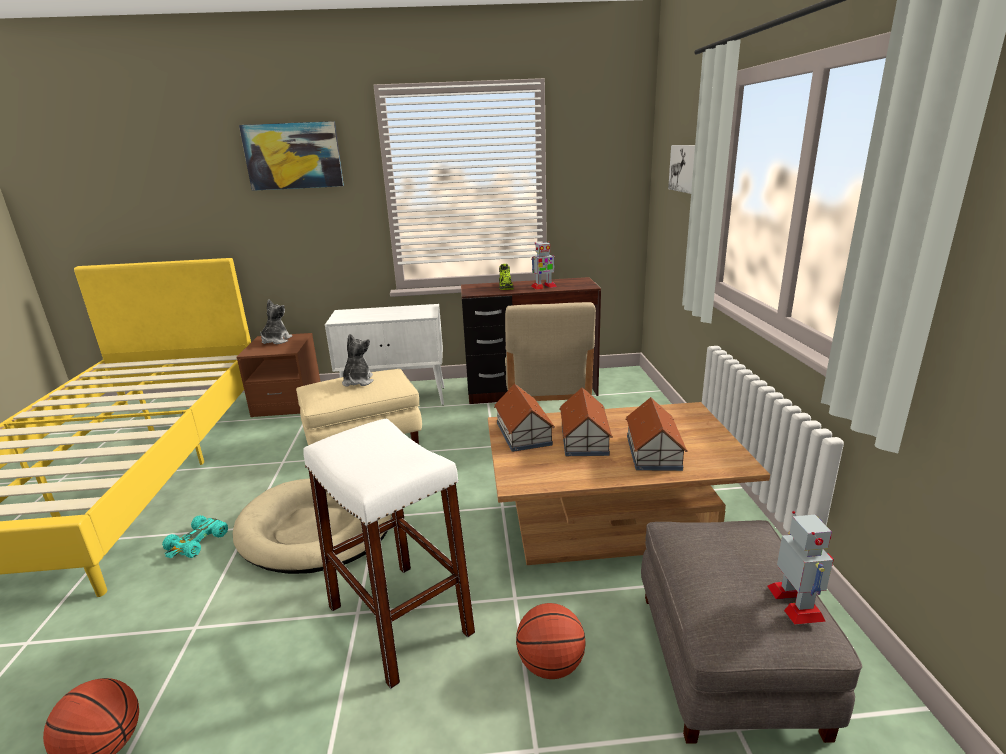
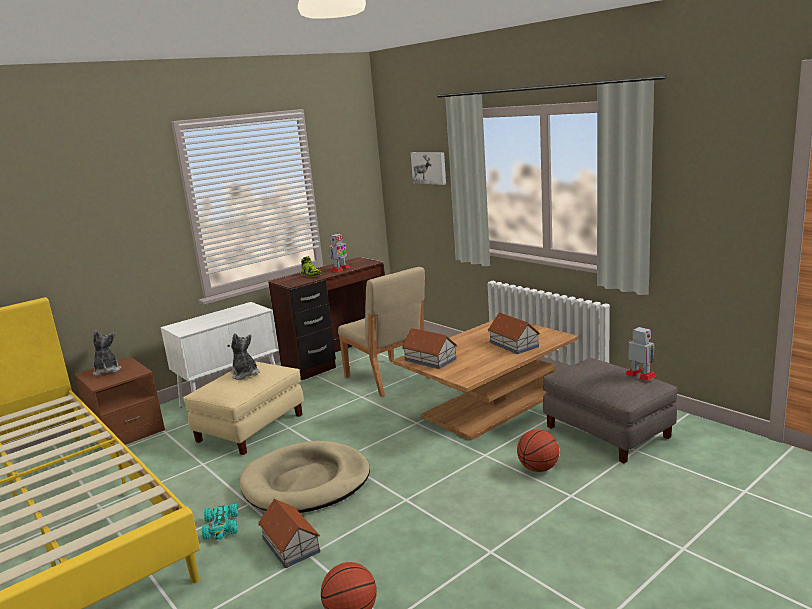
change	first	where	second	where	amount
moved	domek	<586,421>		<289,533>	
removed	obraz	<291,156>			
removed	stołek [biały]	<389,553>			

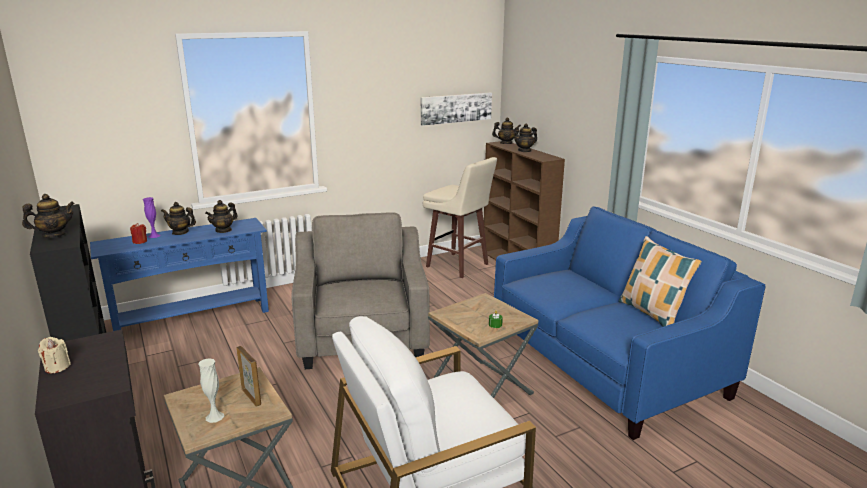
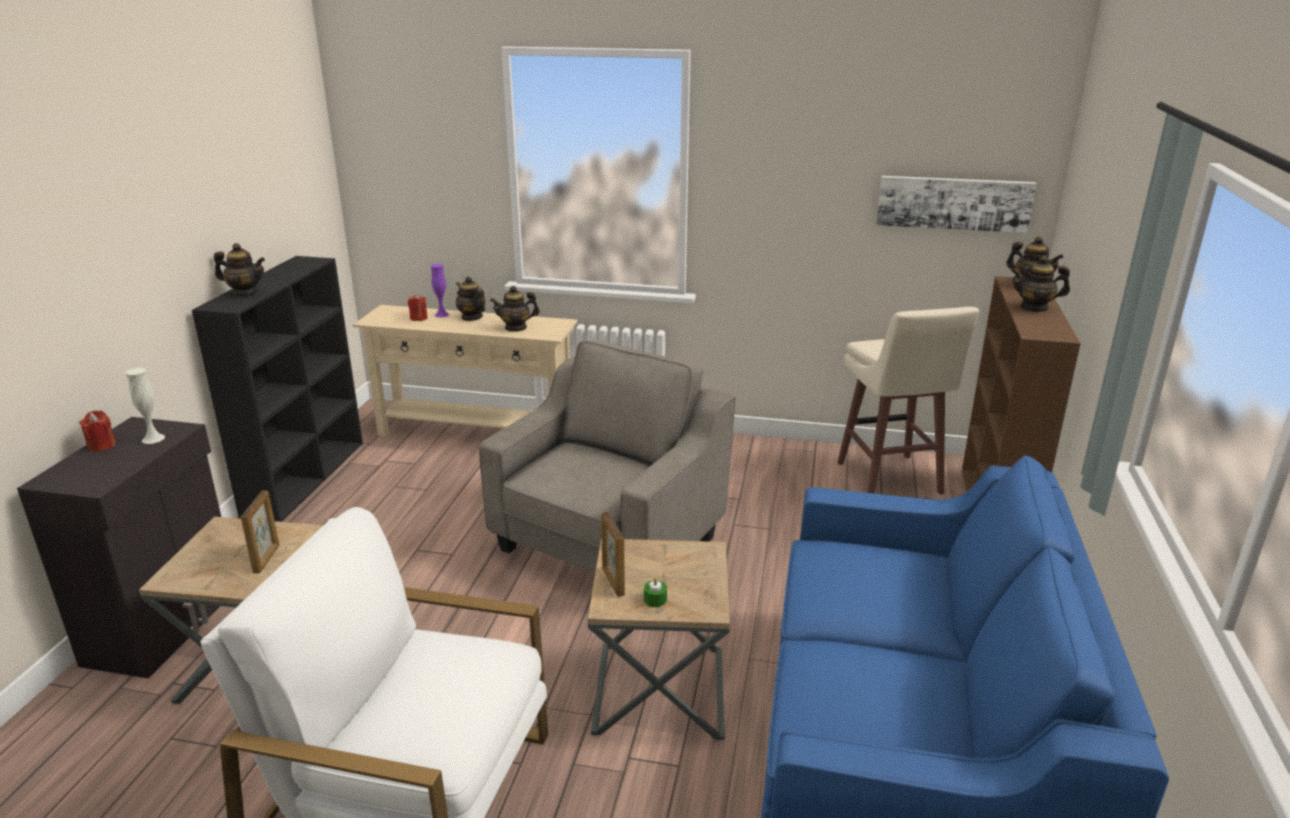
change	first	where	second	where	amount
recoloured	świeca [beżowy]	<54,355>	świeca [czerwony]	<97,431>	
moved	wazon [biały]	<211,390>		<145,406>	
recoloured	stolik konsolowy [niebieski]	<179,274>	stolik konsolowy [beżowy]	<465,370>	
added			ramka na zdjęcie	<613,554>	
removed	poduszka	<660,281>			

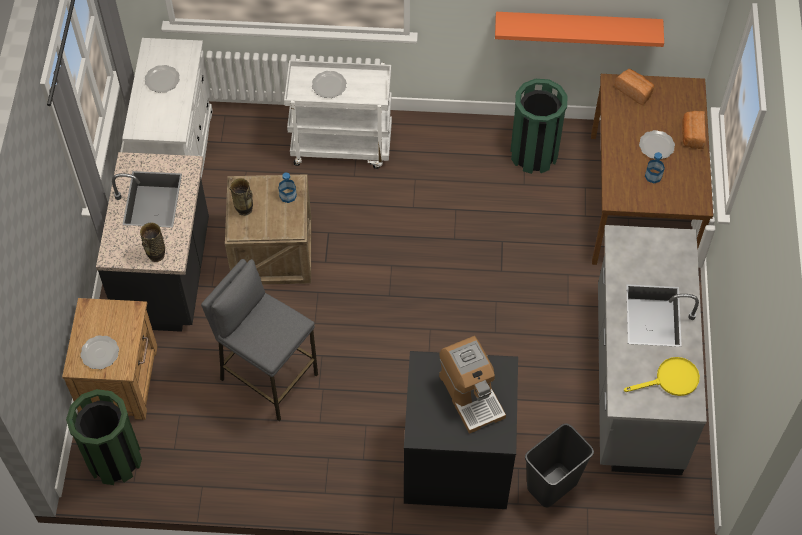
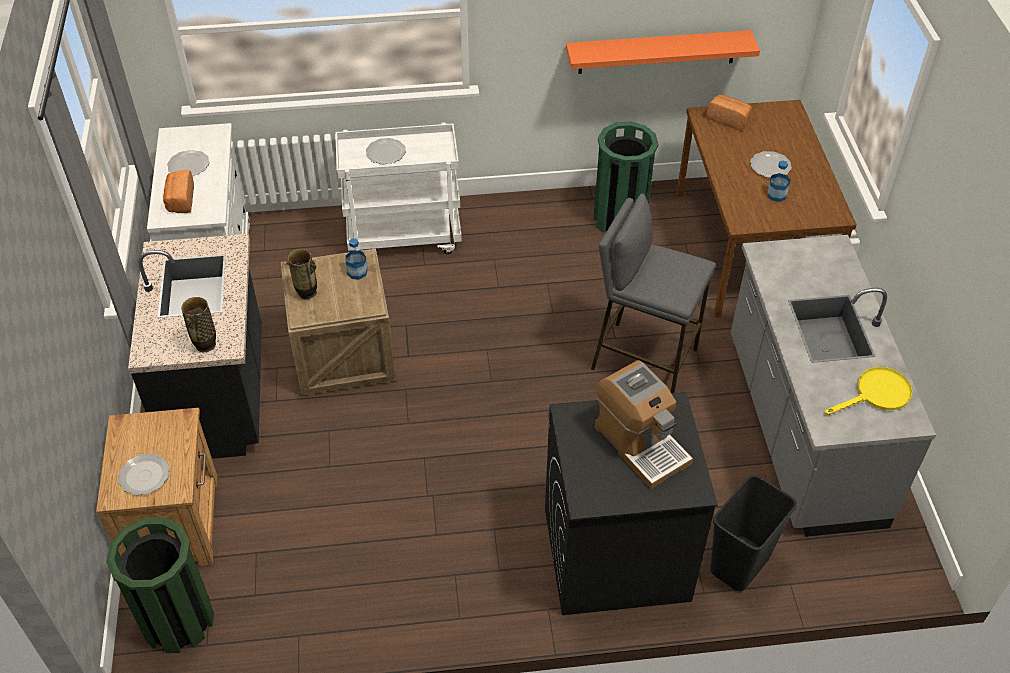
change	first	where	second	where	amount
moved	chleb	<694,130>		<178,191>	
moved	stołek [szary]	<259,340>		<653,293>	

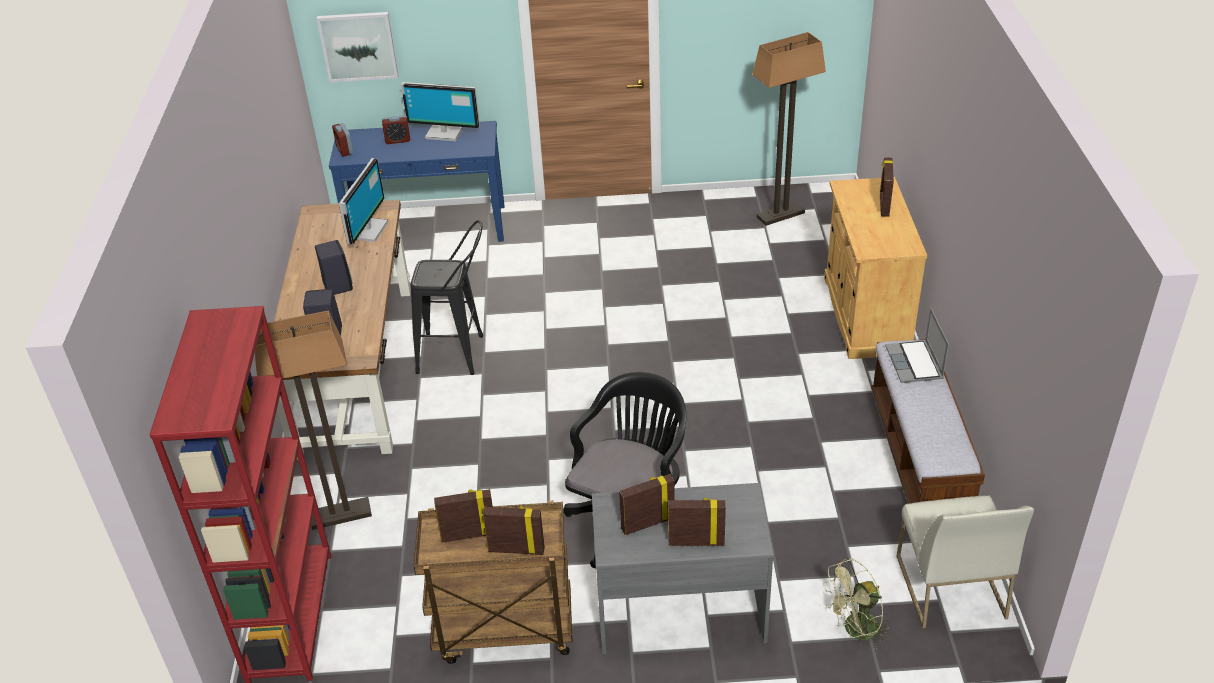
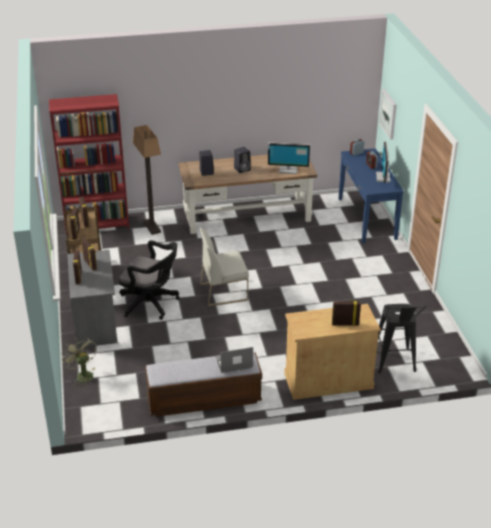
change	first	where	second	where	amount
moved	krzesło [biały]	<965,562>		<224,267>	
moved	stołek [czarny]	<447,297>		<402,339>	
removed	lampa stojąca	<789,129>			

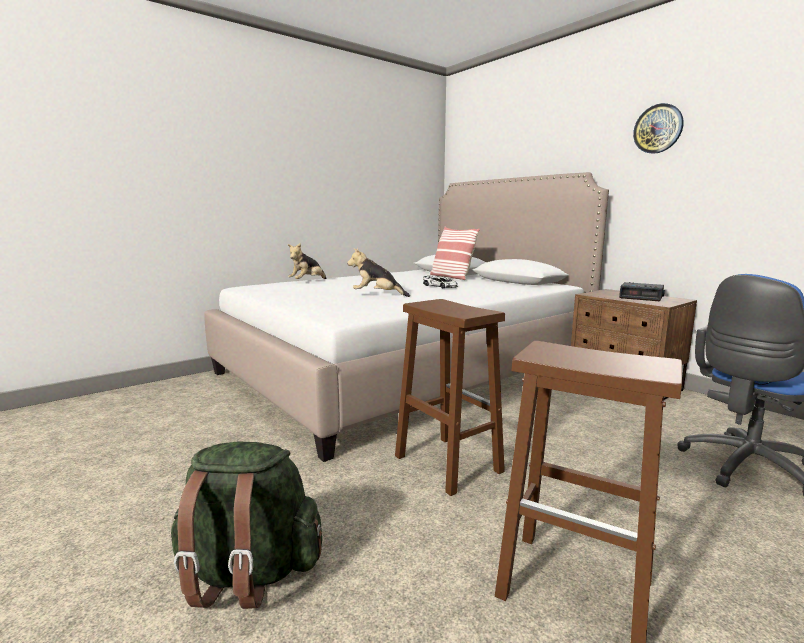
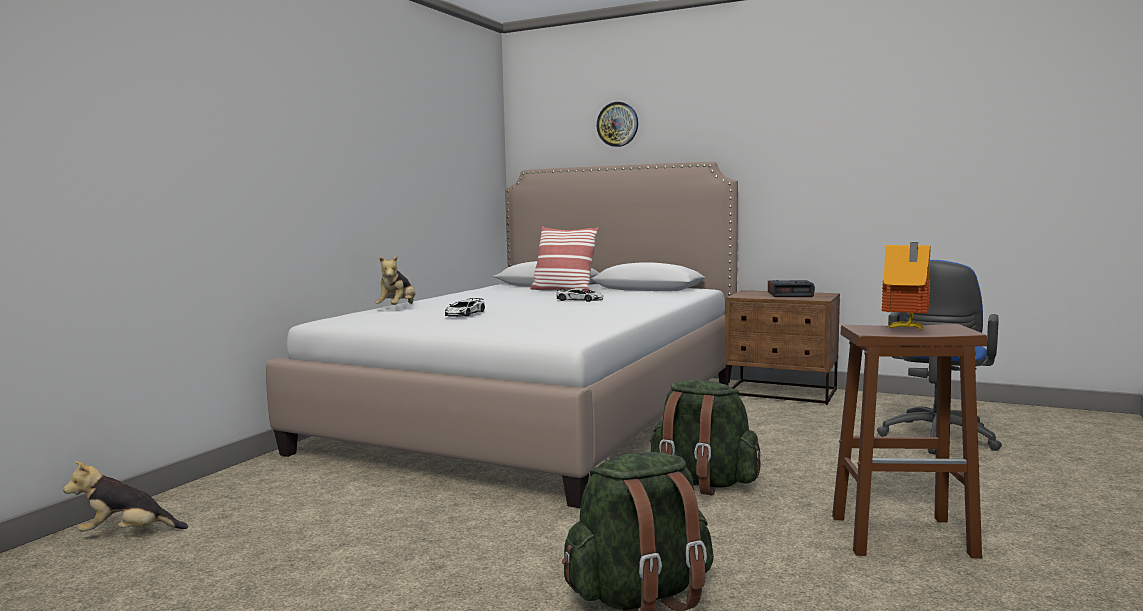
change	first	where	second	where	amount
moved	pluszak	<378,272>		<125,496>	
added			samochodzik	<465,307>	
moved	zegar ścienny	<658,128>		<617,124>	
replaced	stołek [brązowy]	<450,397>	plecak [zielony]	<705,437>	
added			domek	<906,286>	

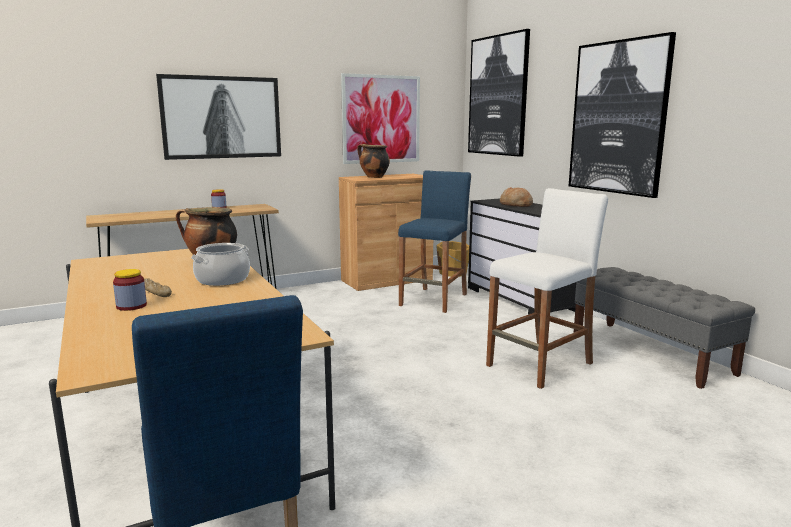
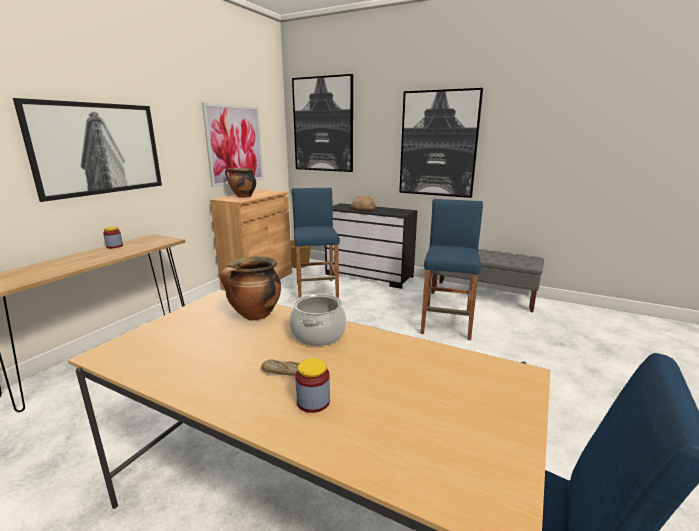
change	first	where	second	where	amount
recoloured	stołek [biały]	<547,288>	stołek [niebieski]	<452,269>	

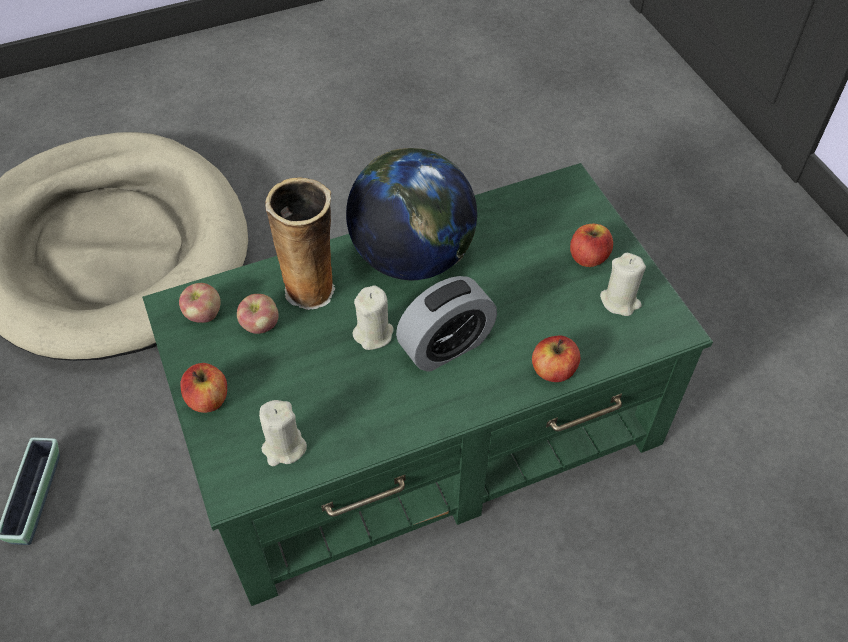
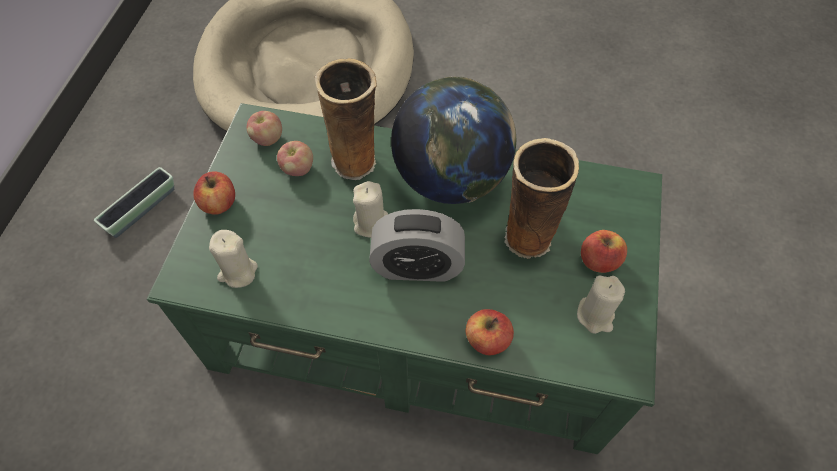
change	first	where	second	where	amount
added			wazon	<541,198>	

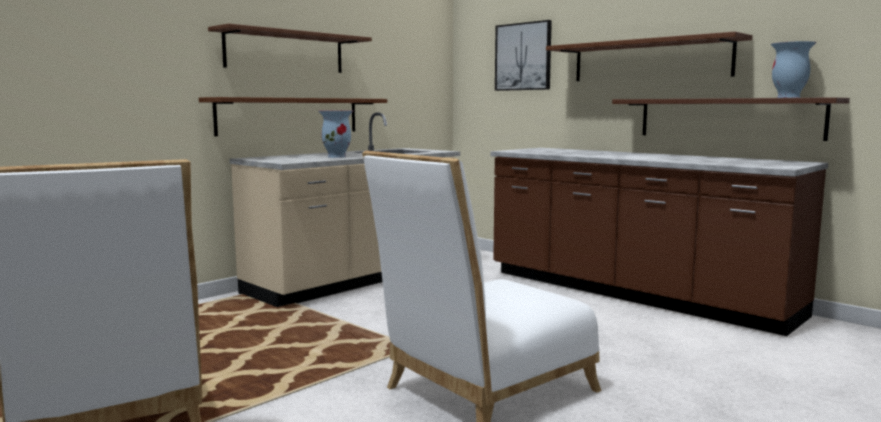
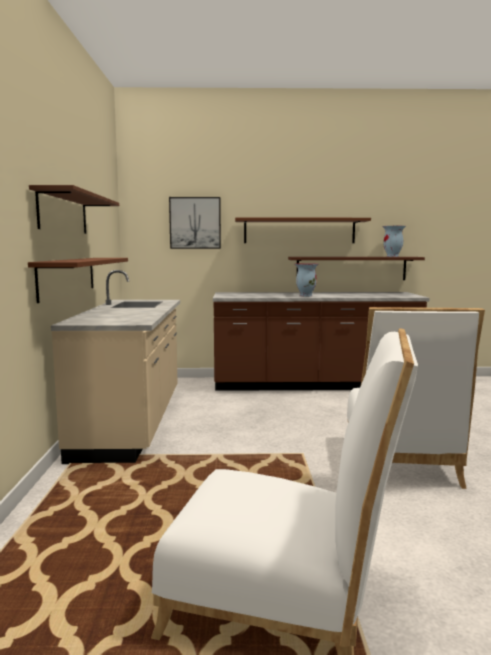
change	first	where	second	where	amount
moved	wazon	<335,134>		<307,279>	

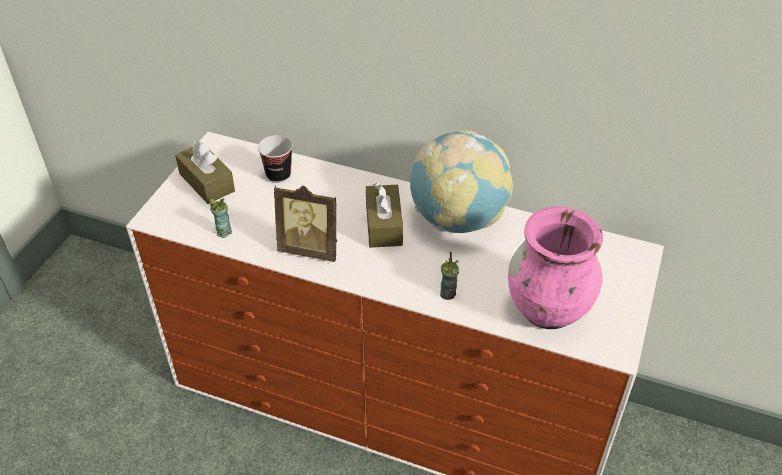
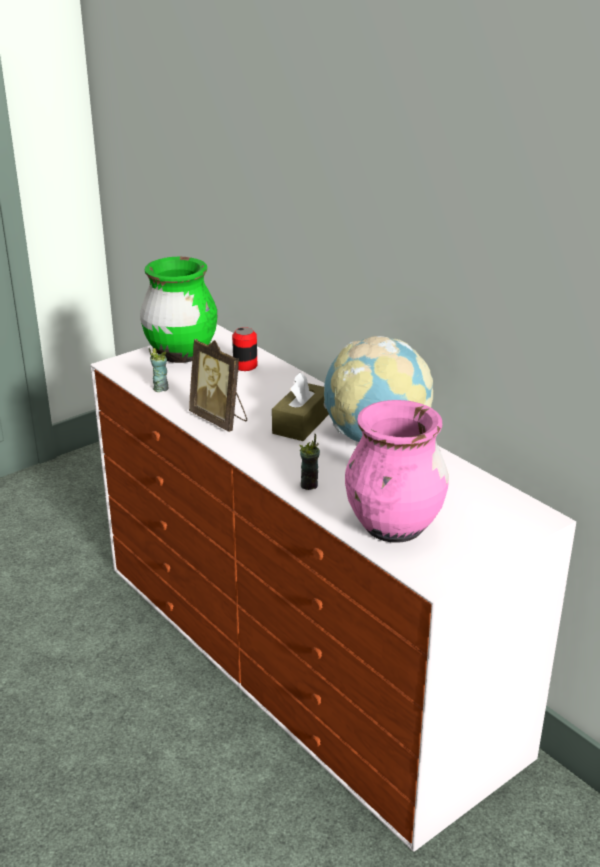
change	first	where	second	where	amount
replaced	pudełko chusteczek [brązowy]	<205,172>	wazon [zielony]	<178,310>	
replaced	filiżanka	<275,159>	puszka	<244,349>	

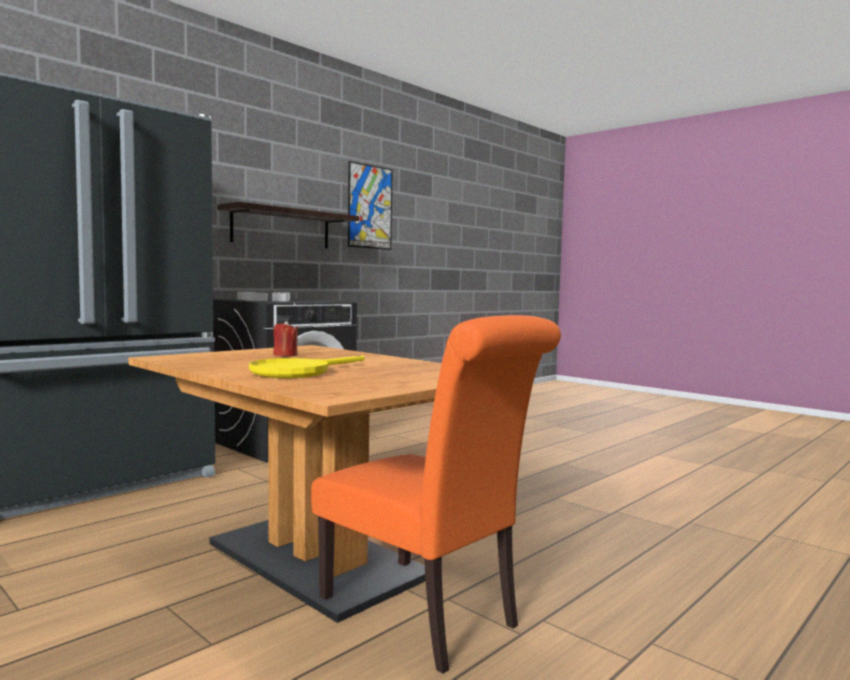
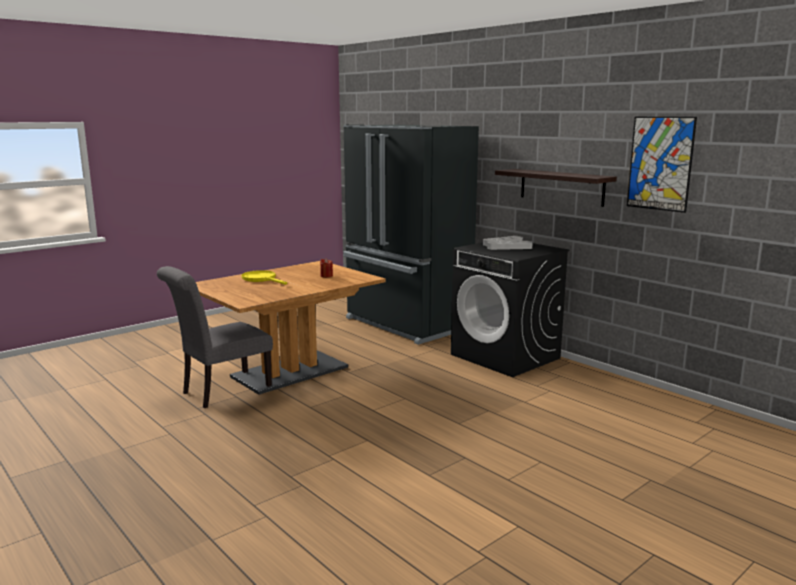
change	first	where	second	where	amount
recoloured	krzesło [pomarańczowy]	<436,494>	krzesło [szary]	<215,337>	

